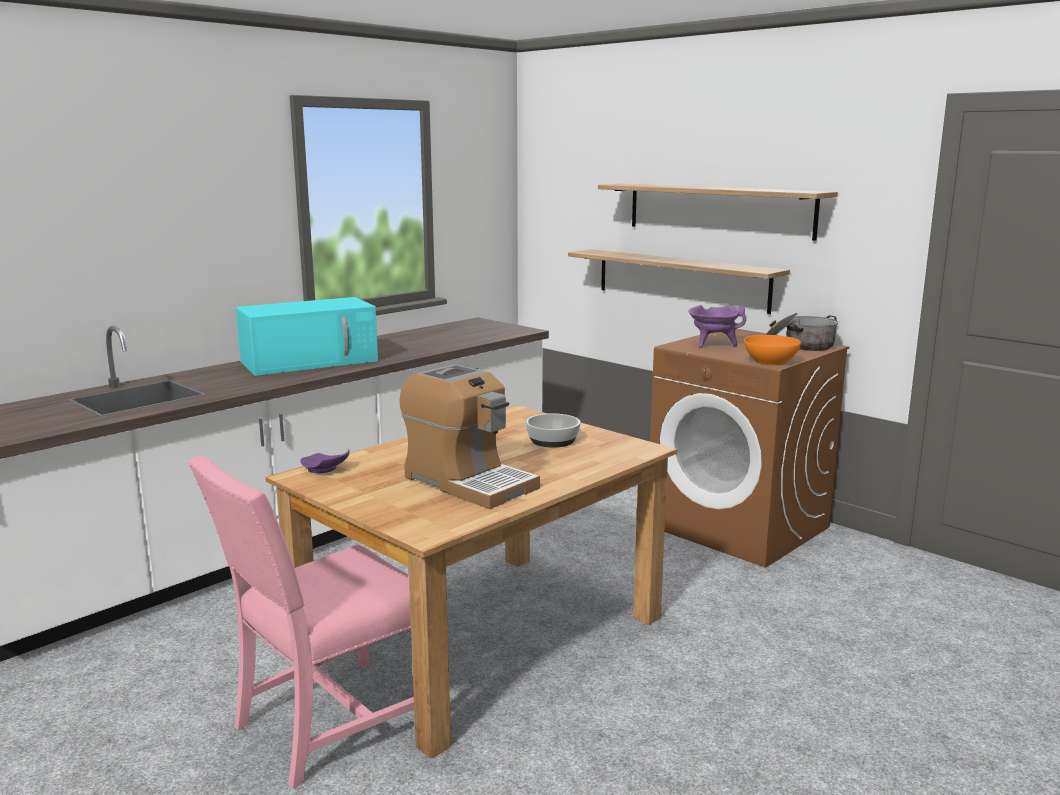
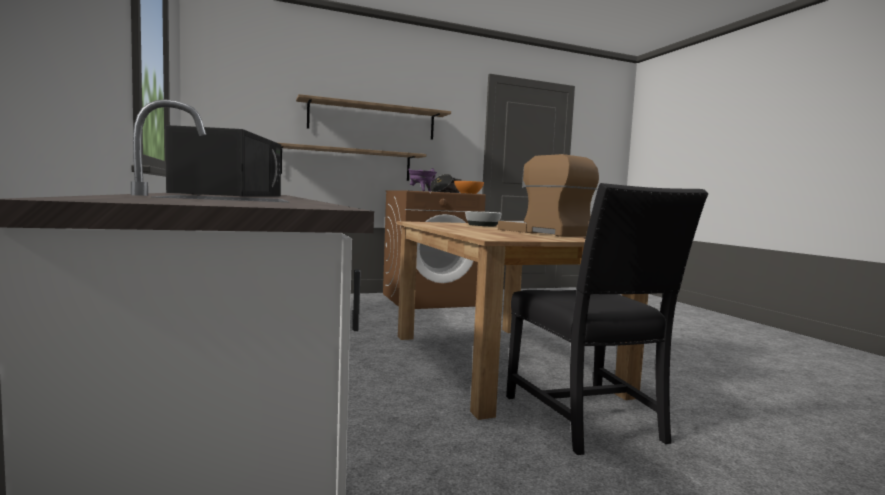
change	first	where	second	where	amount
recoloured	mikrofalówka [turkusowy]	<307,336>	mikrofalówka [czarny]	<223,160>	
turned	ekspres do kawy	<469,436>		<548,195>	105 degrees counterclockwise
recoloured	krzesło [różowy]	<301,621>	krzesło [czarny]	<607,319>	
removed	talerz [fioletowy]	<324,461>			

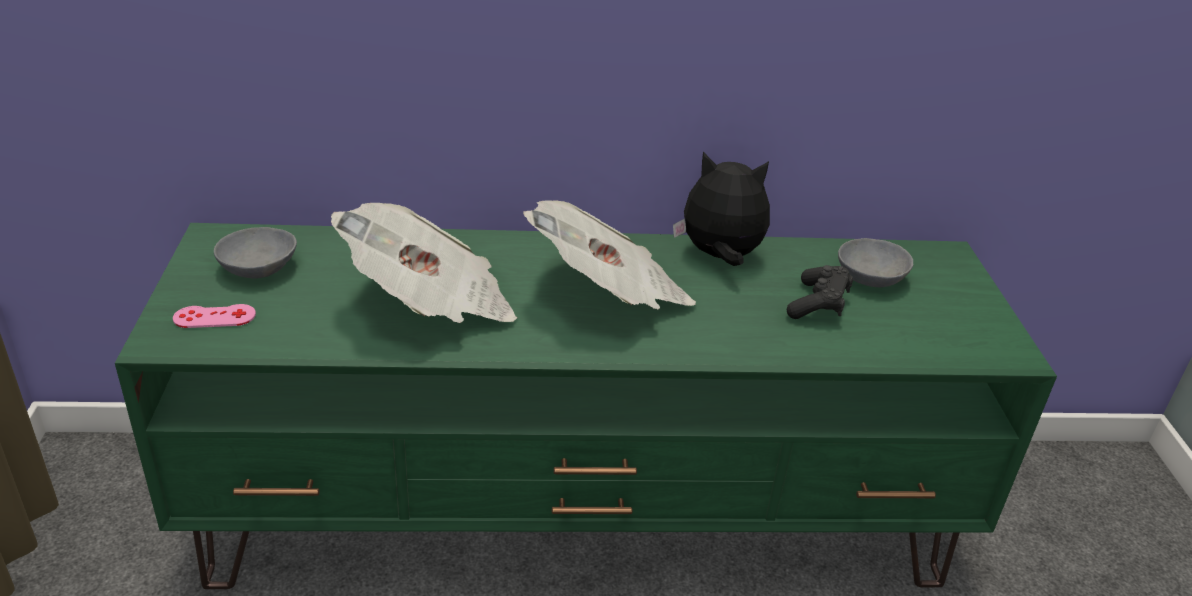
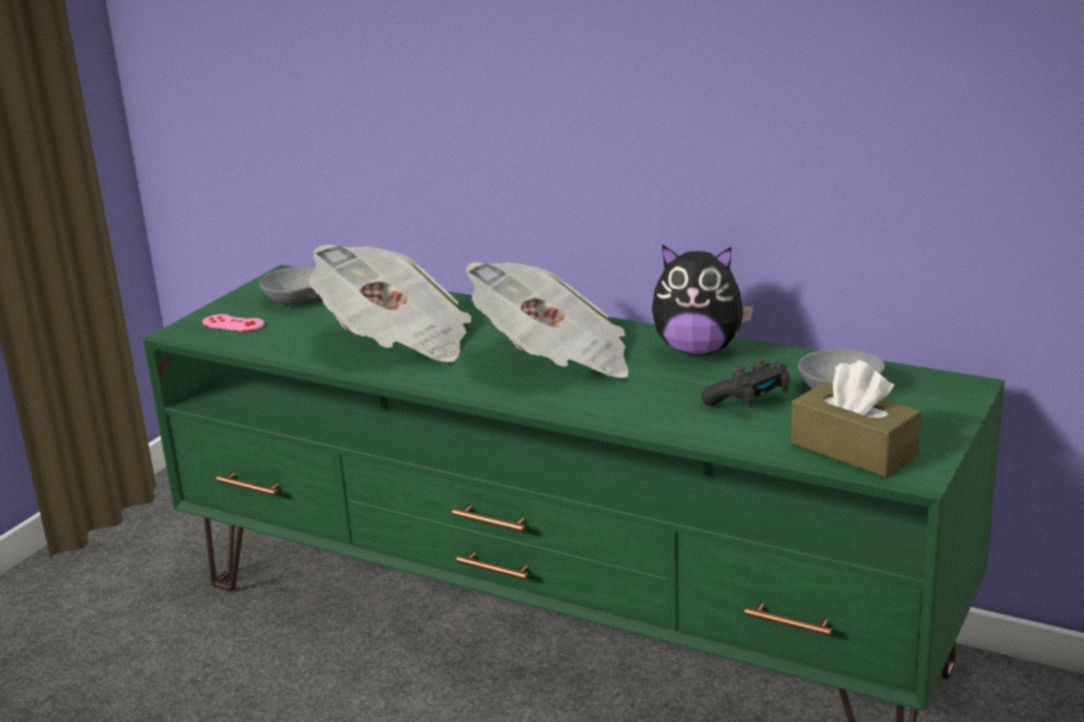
change	first	where	second	where	amount
turned	pluszak	<721,208>		<703,300>	150 degrees clockwise
added			pudełko chusteczek [brązowy]	<856,418>	

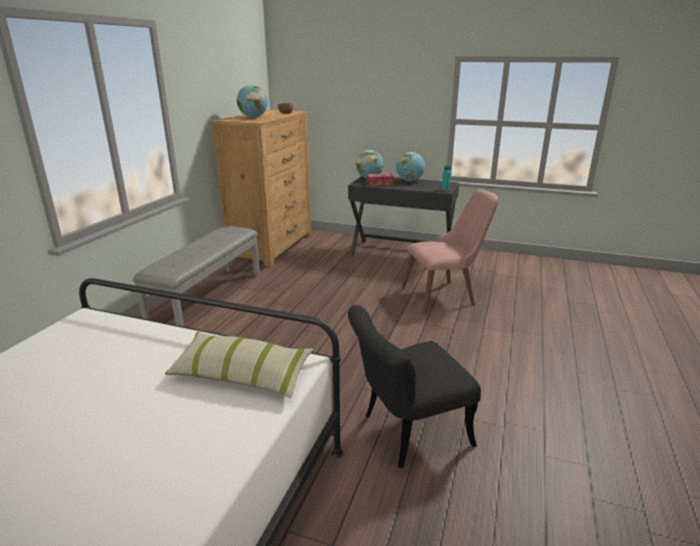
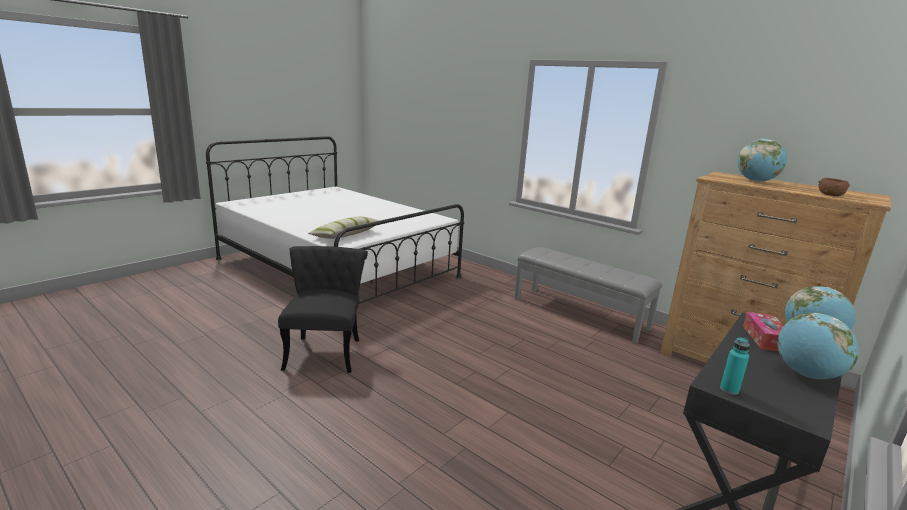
change	first	where	second	where	amount
removed	krzesło [różowy]	<450,251>			

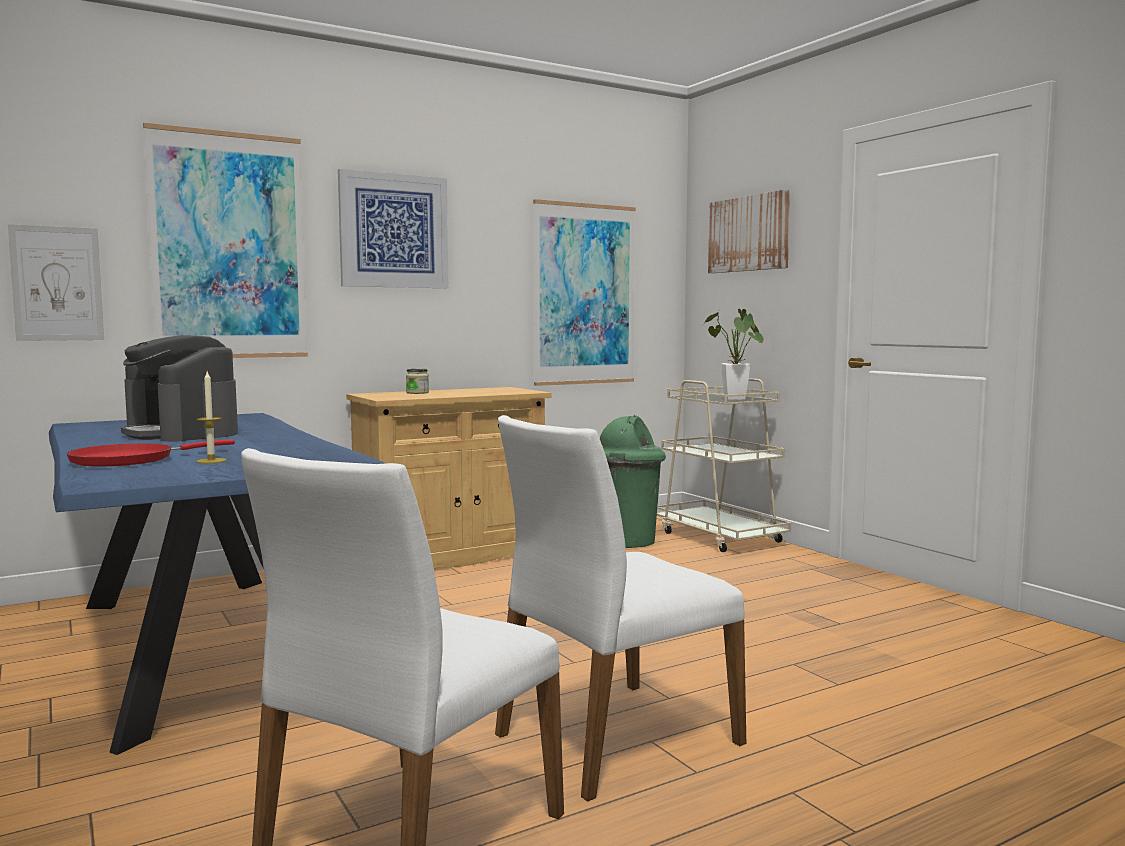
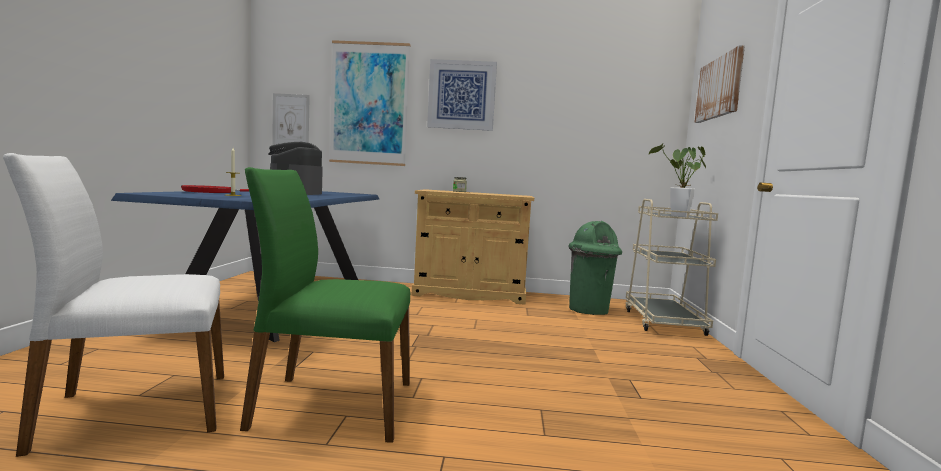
change	first	where	second	where	amount
recoloured	krzesło [biały]	<620,608>	krzesło [zielony]	<325,305>	
removed	obraz	<584,292>			

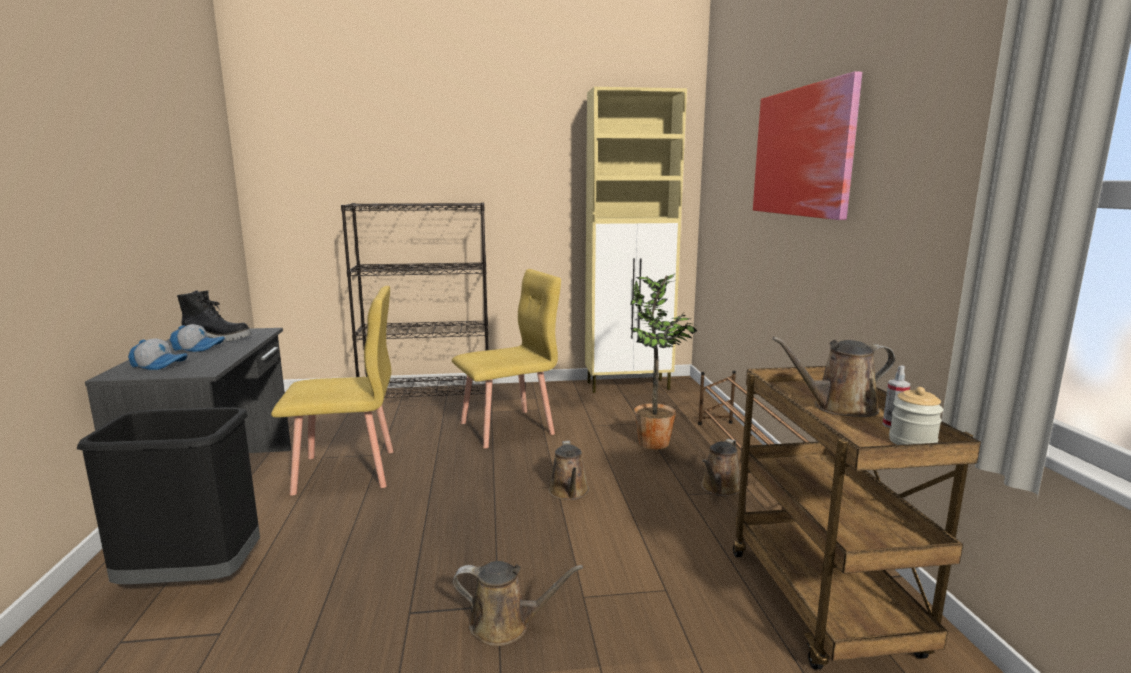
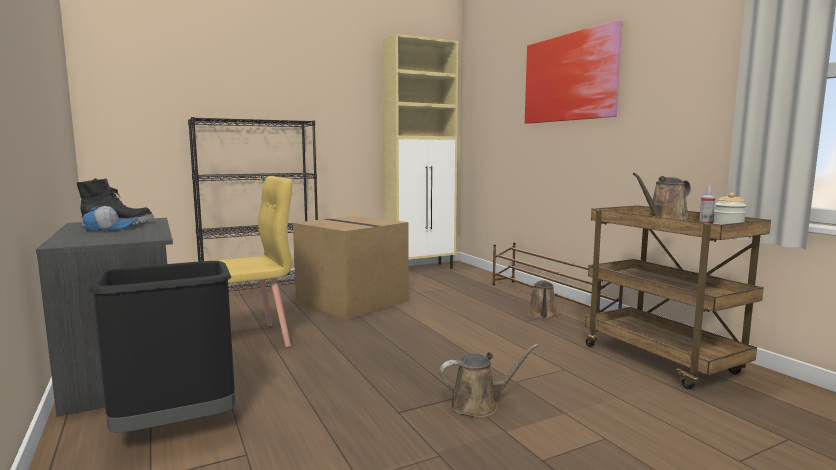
change	first	where	second	where	amount
replaced	krzesło [żółty]	<506,358>	karton	<351,267>	
removed	czapka z daszkiem	<158,354>			
removed	konewka [brązowy]	<568,470>			
removed	roślina doniczkowa	<665,362>			

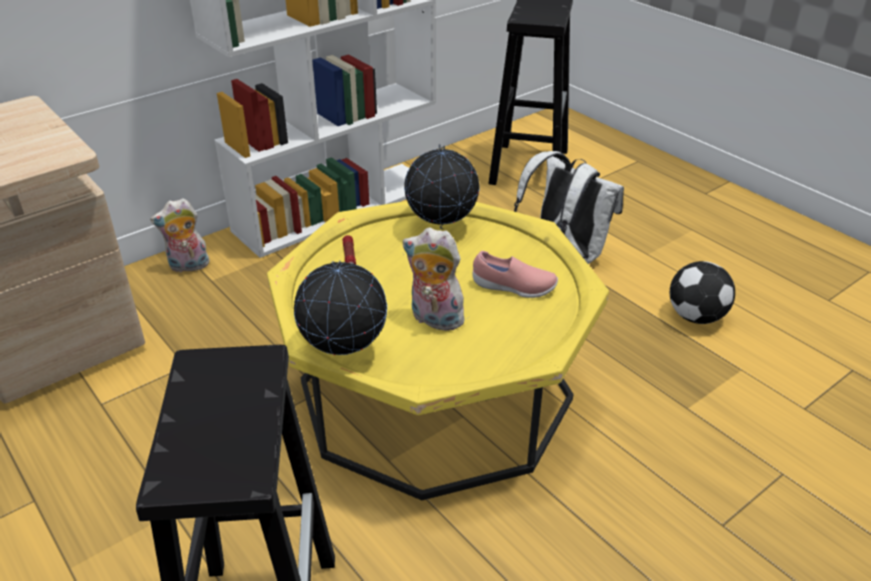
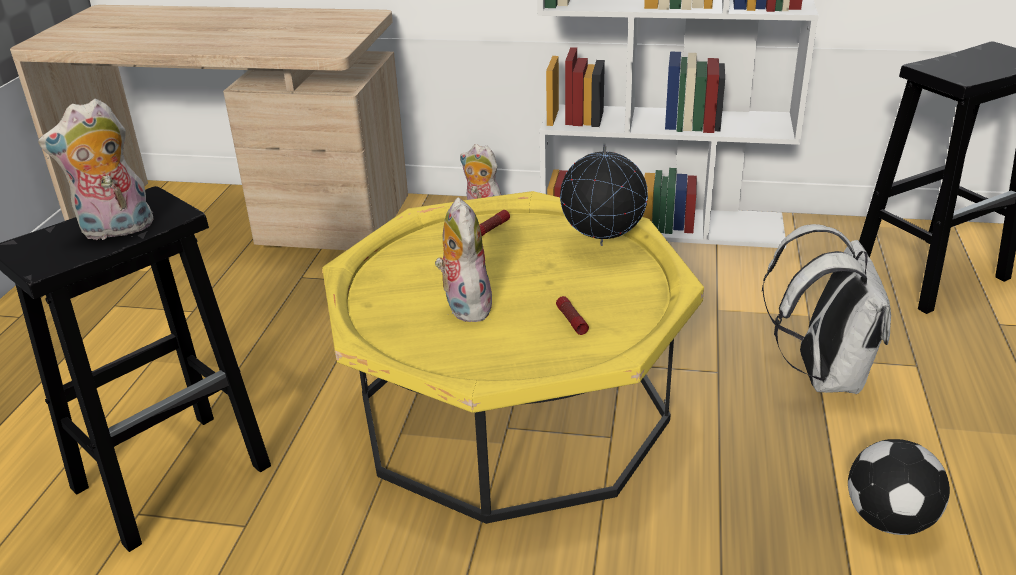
change	first	where	second	where	amount
added			pluszak	<96,170>	
replaced	but [różowy]	<515,274>	latarka	<572,315>	
removed	globus	<340,308>			

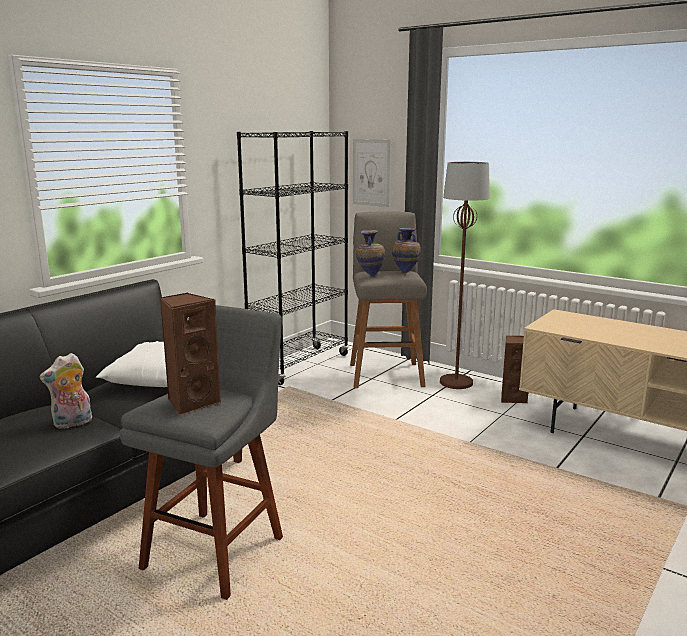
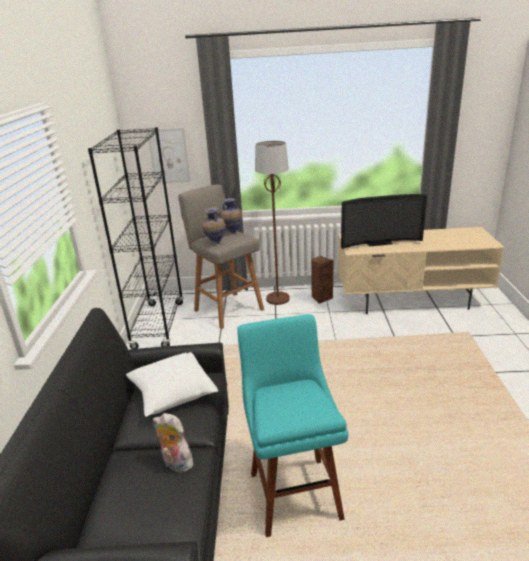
change	first	where	second	where	amount
turned	pluszak	<65,391>		<173,442>	105 degrees clockwise
recoloured	stołek [szary]	<201,452>	stołek [turkusowy]	<292,425>	
added			telewizor	<384,221>	
removed	głośnik [brązowy]	<190,354>			

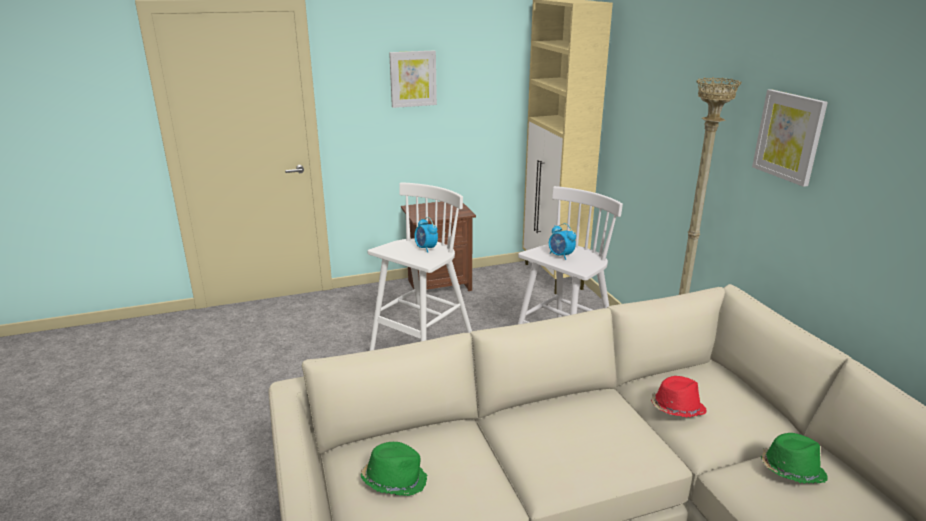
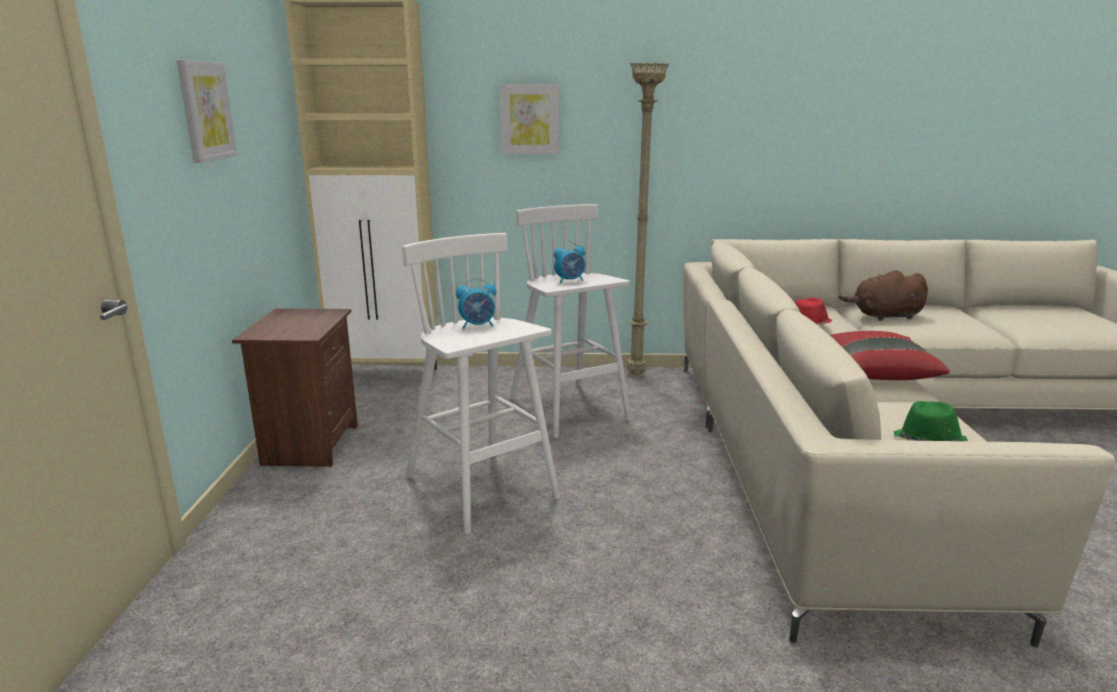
change	first	where	second	where	amount
moved	obraz	<790,138>		<529,119>	
added			poduszka [czerwony]	<890,355>	
replaced	kapelusz [zielony]	<794,458>	pluszak [brązowy]	<883,295>	

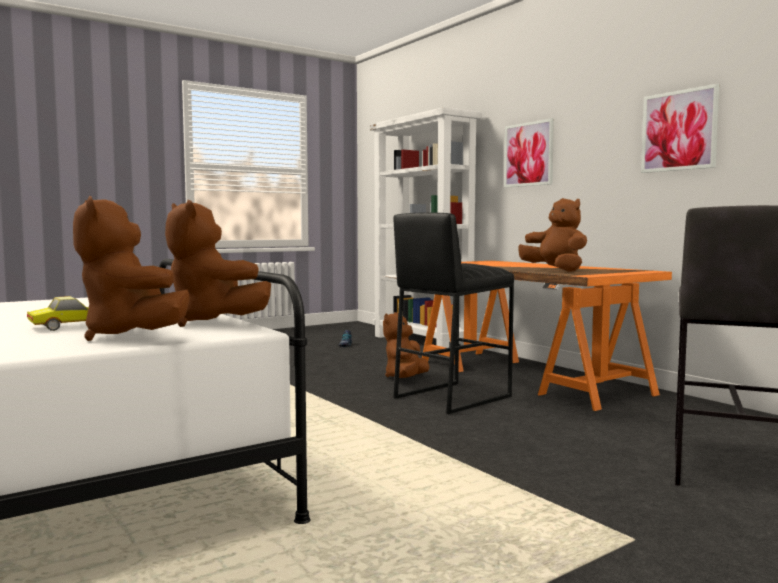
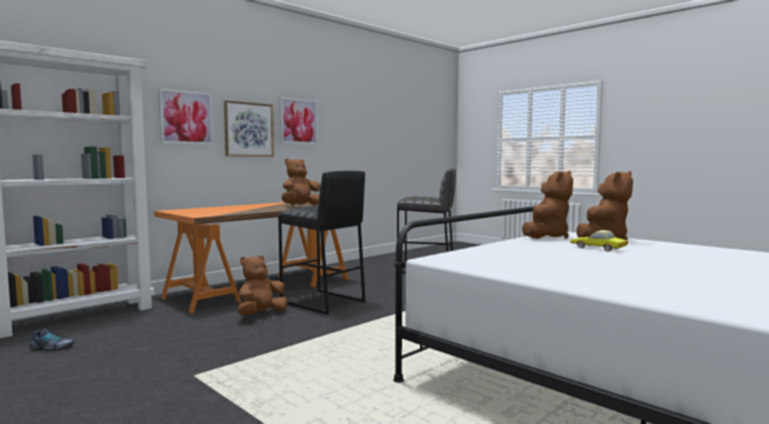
change	first	where	second	where	amount
added			obraz	<249,128>	
turned	pluszak [brązowy]	<406,345>		<262,285>	120 degrees clockwise

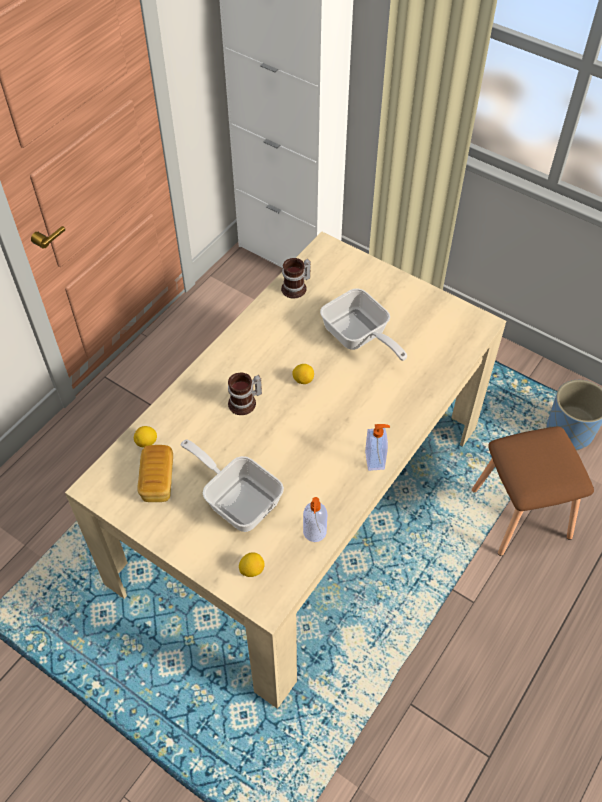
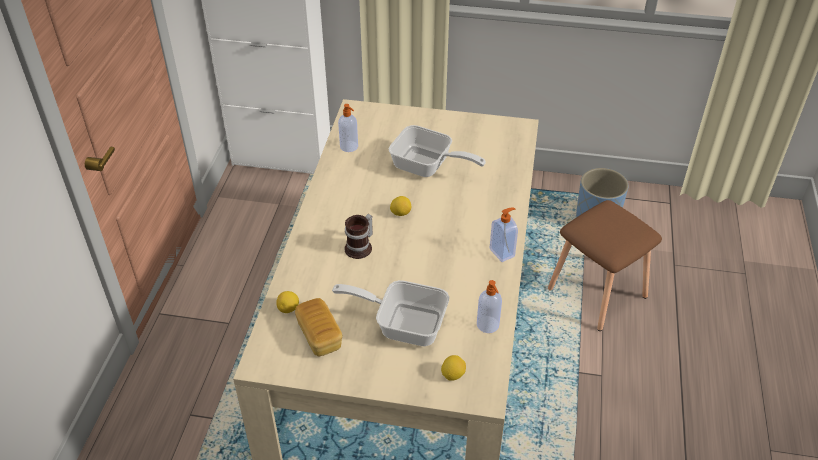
change	first	where	second	where	amount
replaced	kubek	<296,278>	dozownik mydła	<348,128>	

